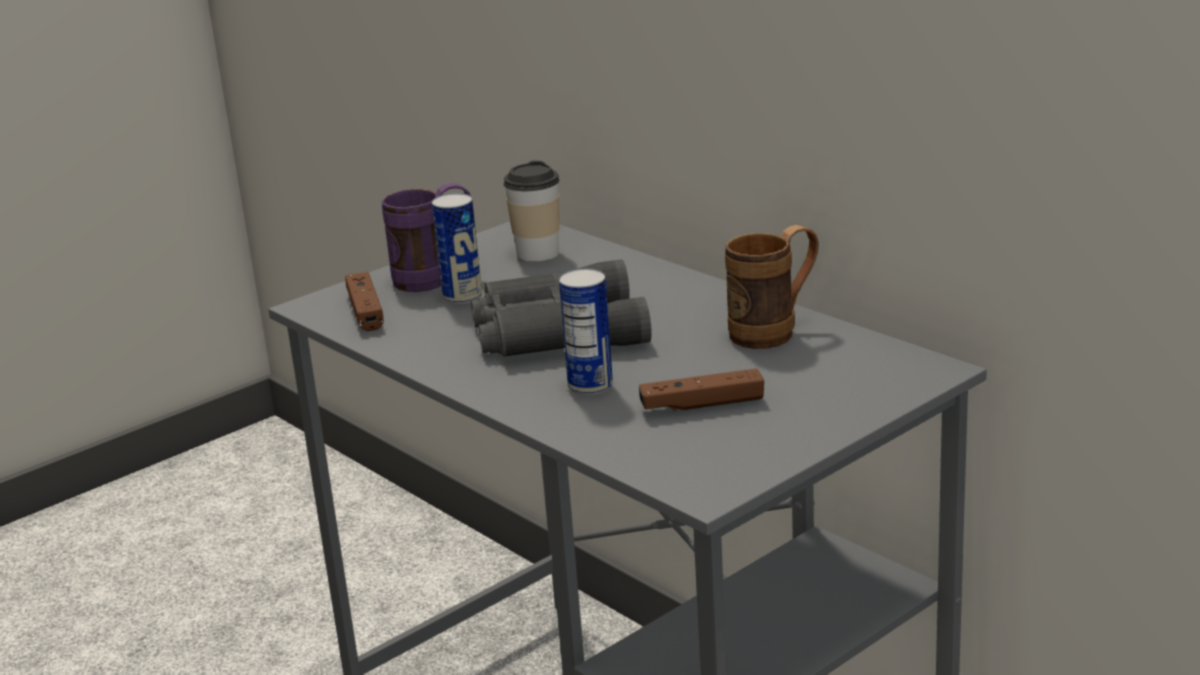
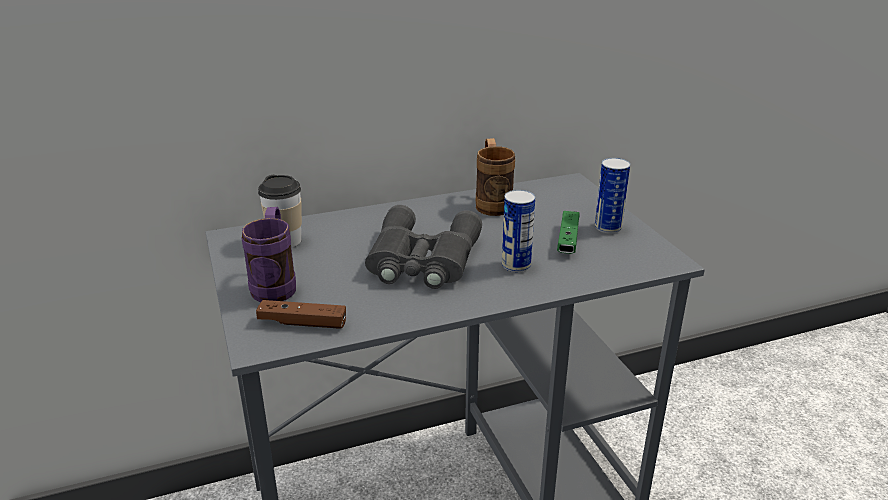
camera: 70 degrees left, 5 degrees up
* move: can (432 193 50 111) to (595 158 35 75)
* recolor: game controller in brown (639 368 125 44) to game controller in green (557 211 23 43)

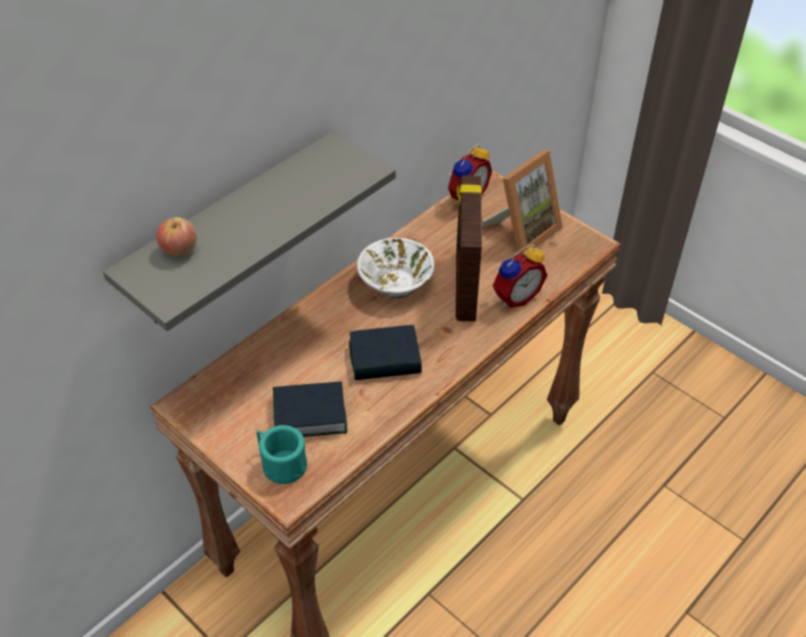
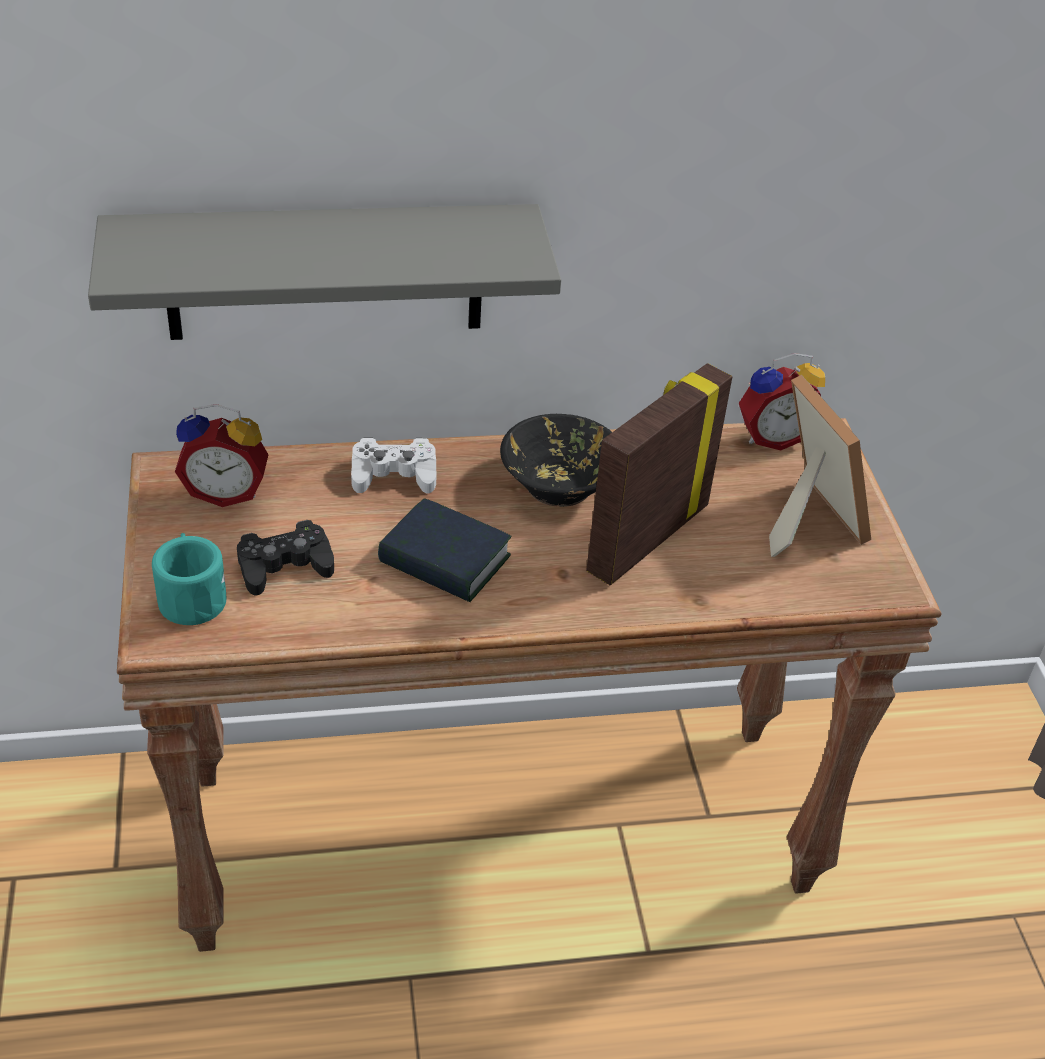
camera: 35 degrees right, 5 degrees down
* delete: apple (156 217 41 40)
* replace: book (273 381 74 56) to game controller in black (237 520 97 76)
* recolor: bowl in white (357 238 78 60) to bowl in black (500 414 112 93)
* rotate: picture frame (482 149 81 105) = (769 375 102 182) 105 degrees counterclockwise
* move: alarm clock (493 244 54 64) to (175 404 94 103)
* insert: game controller in white (351 437 85 57)

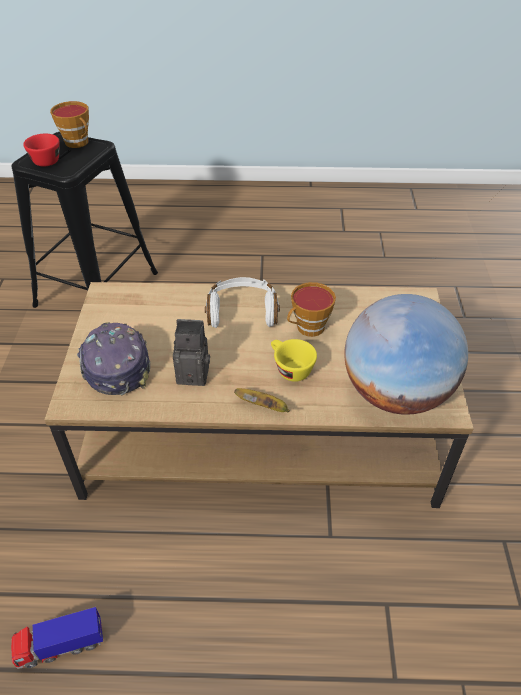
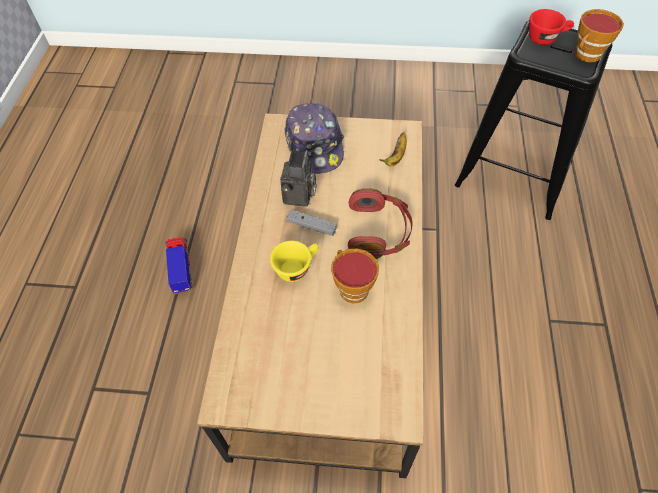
camera: 95 degrees right, 10 degrees up
* move: toy truck (11 607 92 62) to (165 237 27 57)
* rotate: cap (77 322 73 74) = (284 103 60 71) 90 degrees clockwise
* recolor: headphones in white (205 277 75 51) to headphones in red (348 188 65 71)
* move: banana (234 388 56 24) to (380 132 27 34)
* delete: globe (344 294 124 121)
* insert: game controller in grey (287 210 50 26)

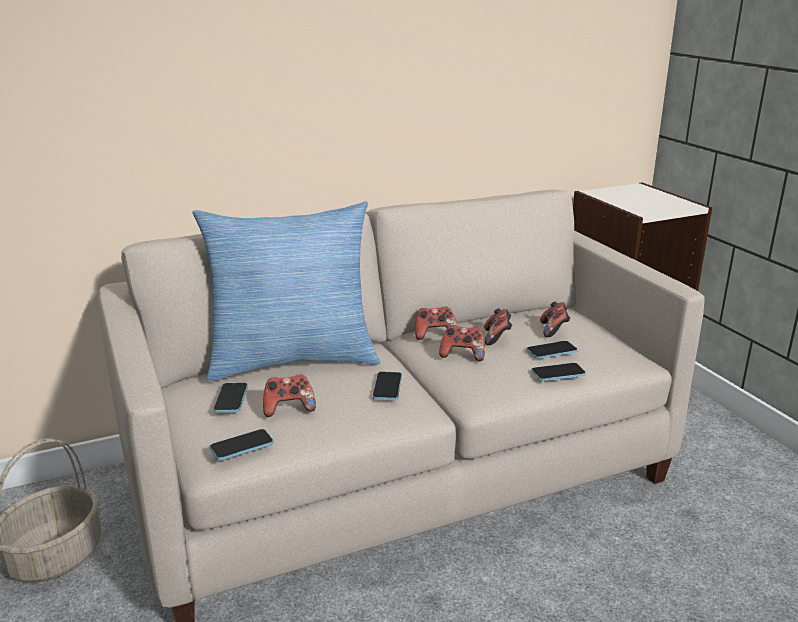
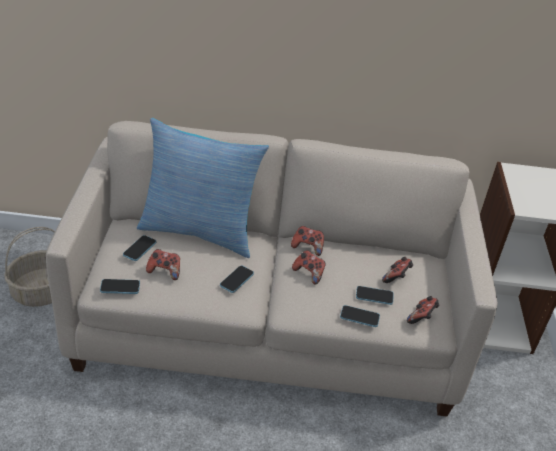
camera: 25 degrees right, 15 degrees up
* move: game controller (484 308 28 37) to (407 296 33 28)

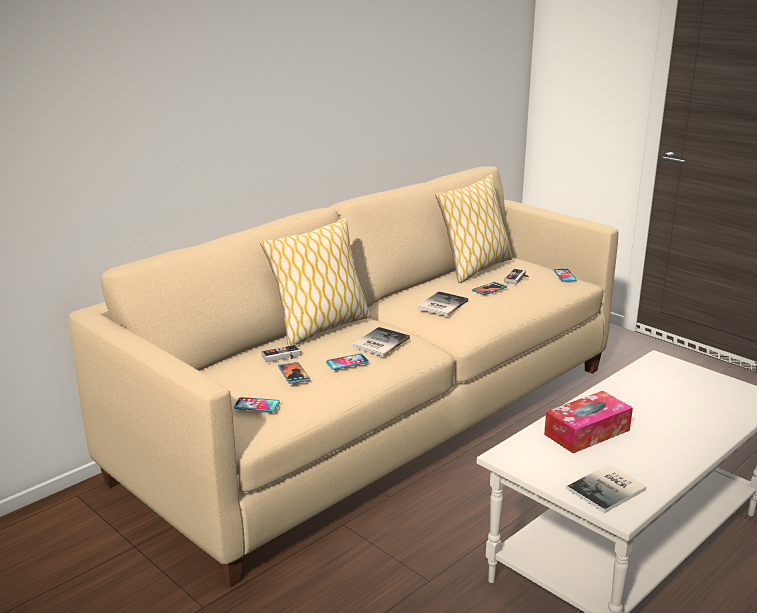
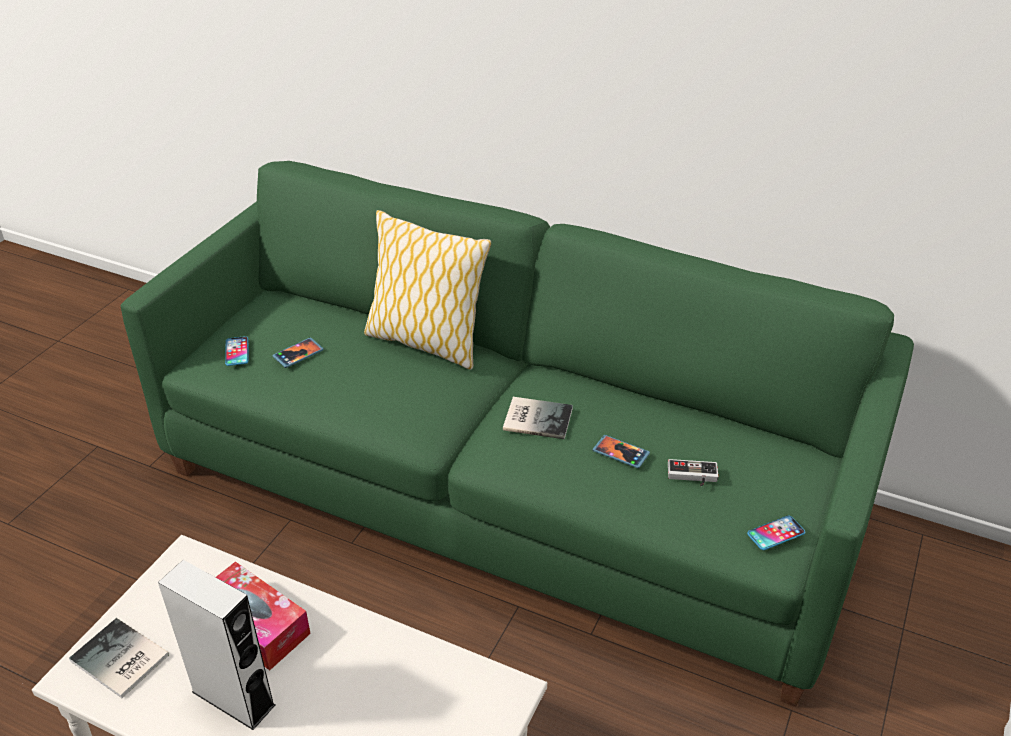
camera: 70 degrees right, 15 degrees up
* recolor: sofa in beige (69 166 549 421) to sofa in green (121 161 793 546)
* delete: game controller (261 344 40 18)
* delete: phone (326 354 43 16)
* delete: book (352 327 58 29)
* delete: pillow (435 174 77 109)
* insert: speaker in grey (158 560 117 170)

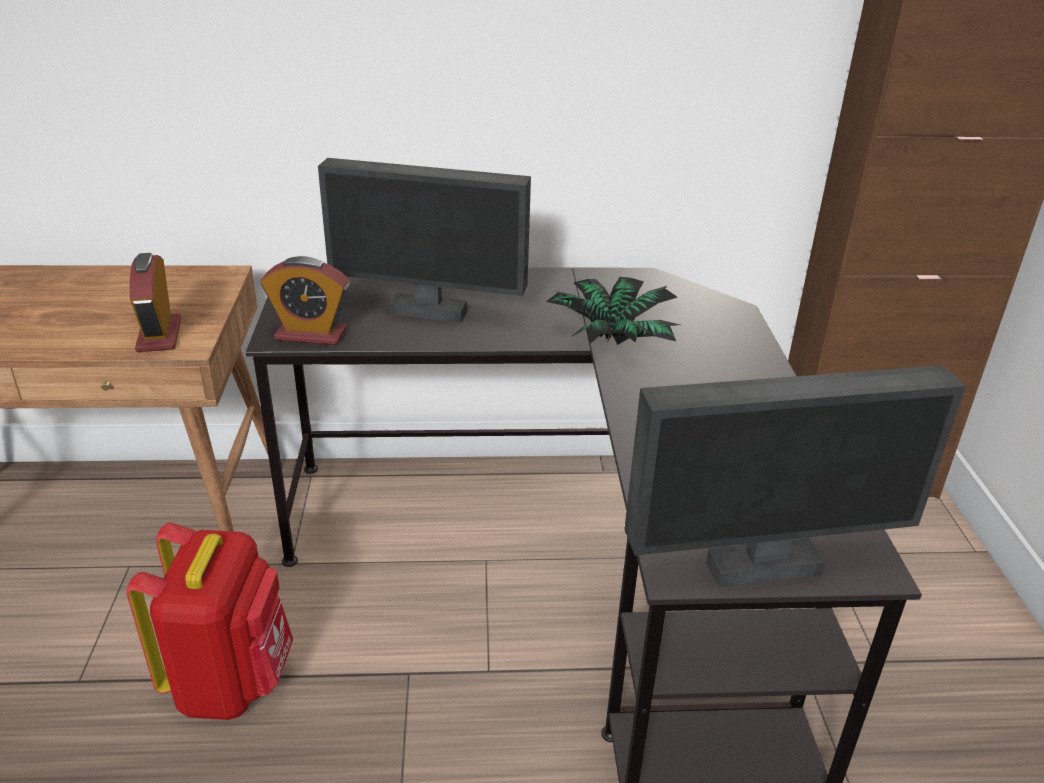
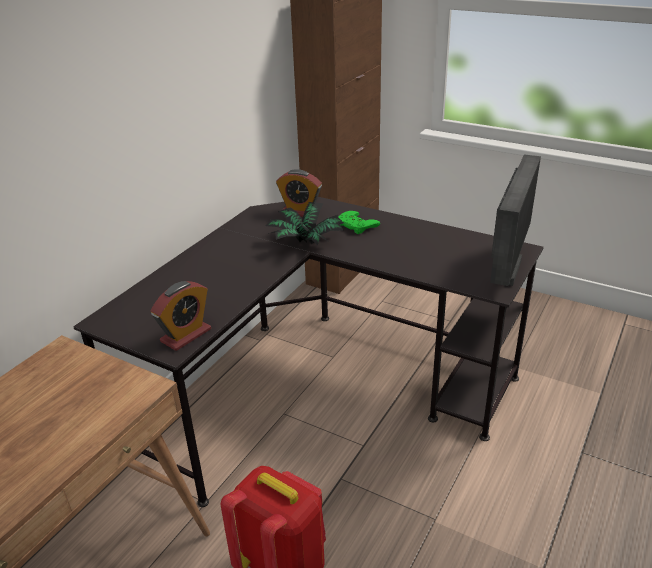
camera: 55 degrees left, 0 degrees up
* move: alarm clock (130 253 51 99) to (276 169 46 48)
* delete: monitor (318 158 213 165)
* insert: game controller in green (338 211 42 23)

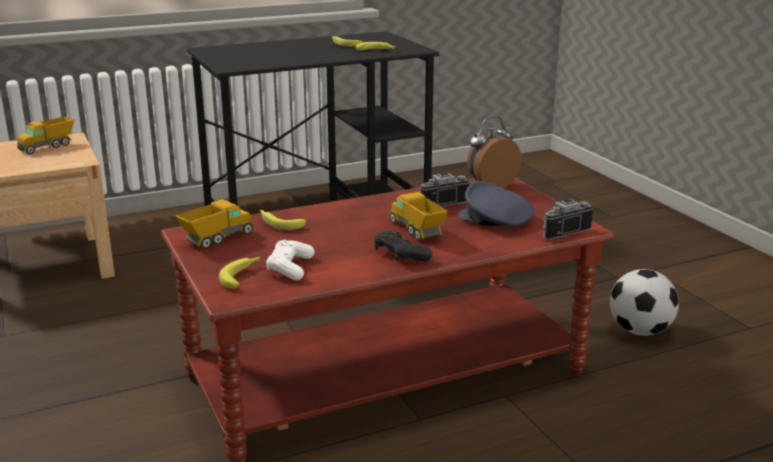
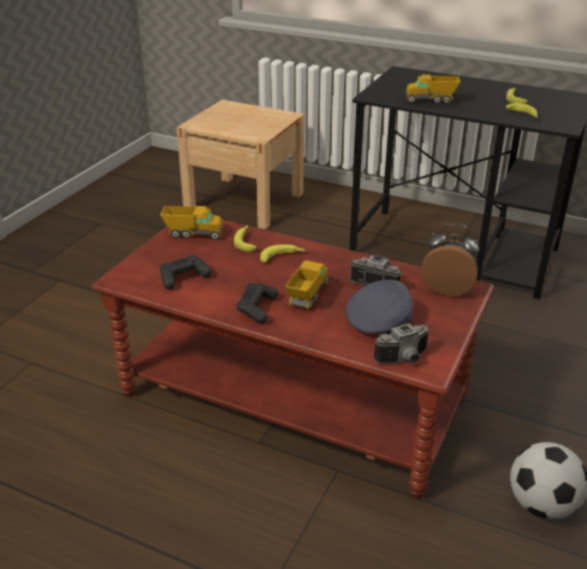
camera: 50 degrees right, 10 degrees up
* move: toy truck (17 116 57 38) to (405 74 56 30)
* move: banana (219 257 41 32) to (260 244 46 19)
* recolor: game controller in white (266 240 48 40) to game controller in black (160 255 52 35)
* rotate: cap in grey (459 181 75 45) = (346 280 67 54) 45 degrees clockwise
* rotate: photo camera (543 199 50 42) = (374 323 55 41) 135 degrees clockwise

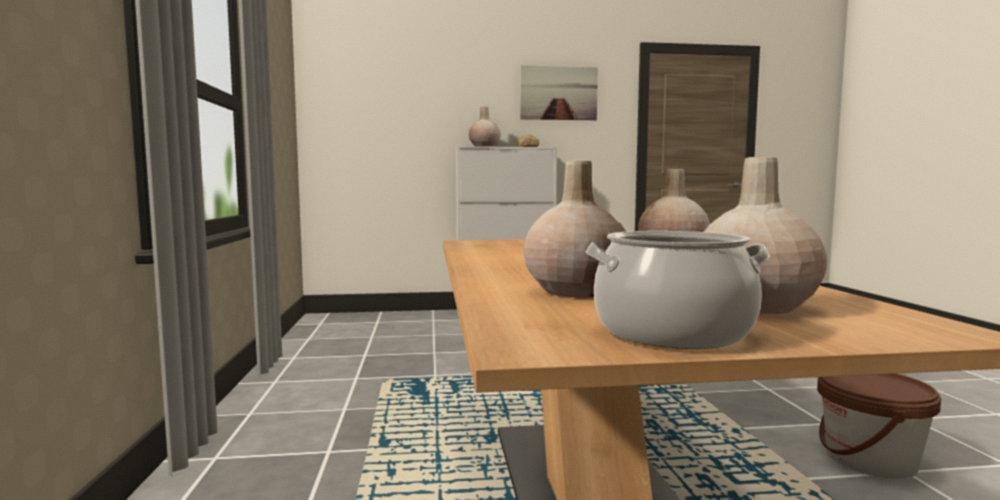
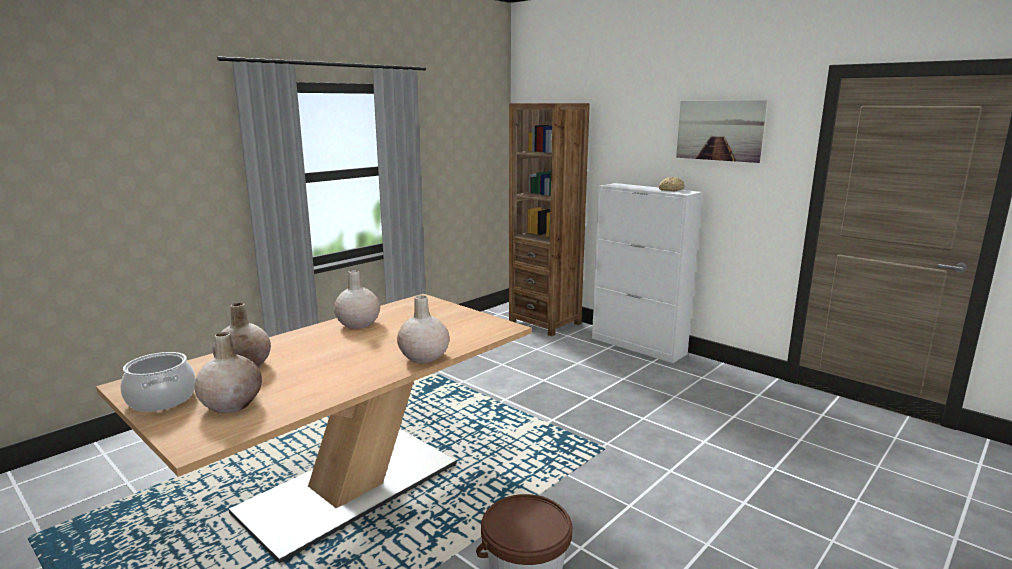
camera: 50 degrees right, 10 degrees up
* move: vase in beige (469 107 32 40) to (334 270 46 59)
* insert: bookcase in brown (509 103 81 233)

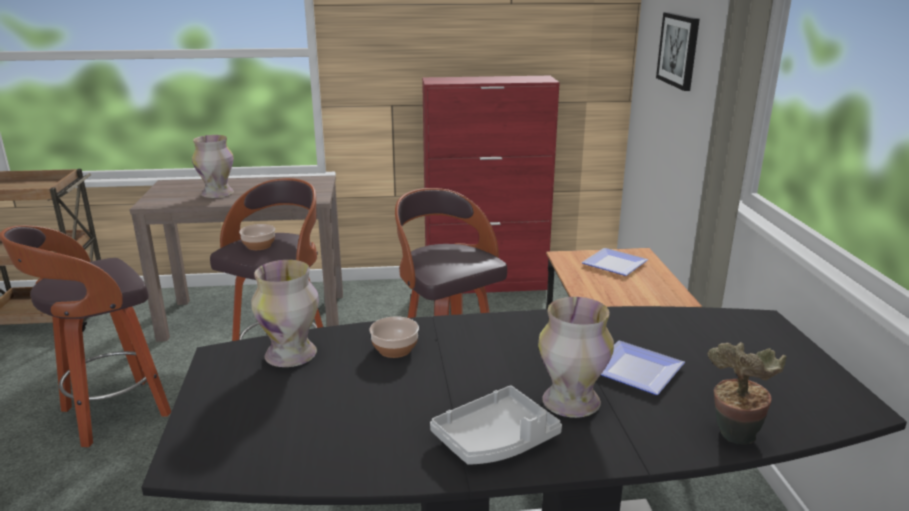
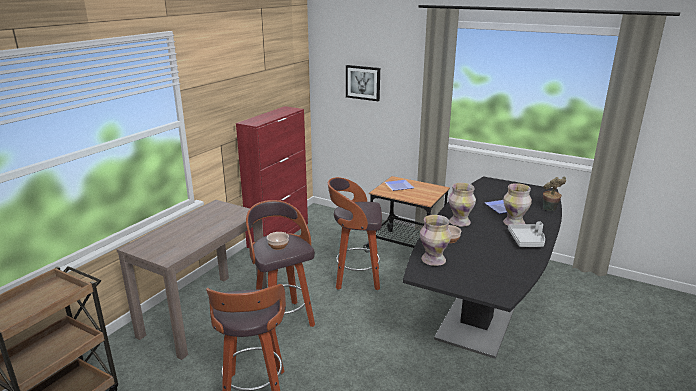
camera: 55 degrees left, 0 degrees up
* move: vase (192 135 42 63) to (448 183 28 44)

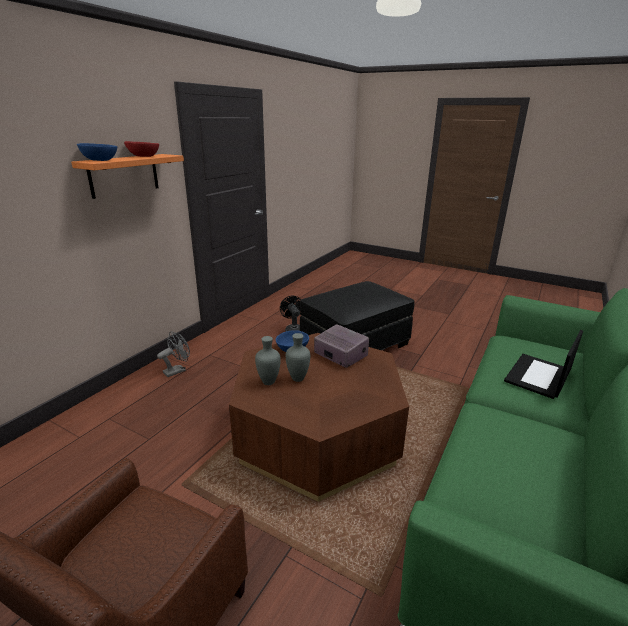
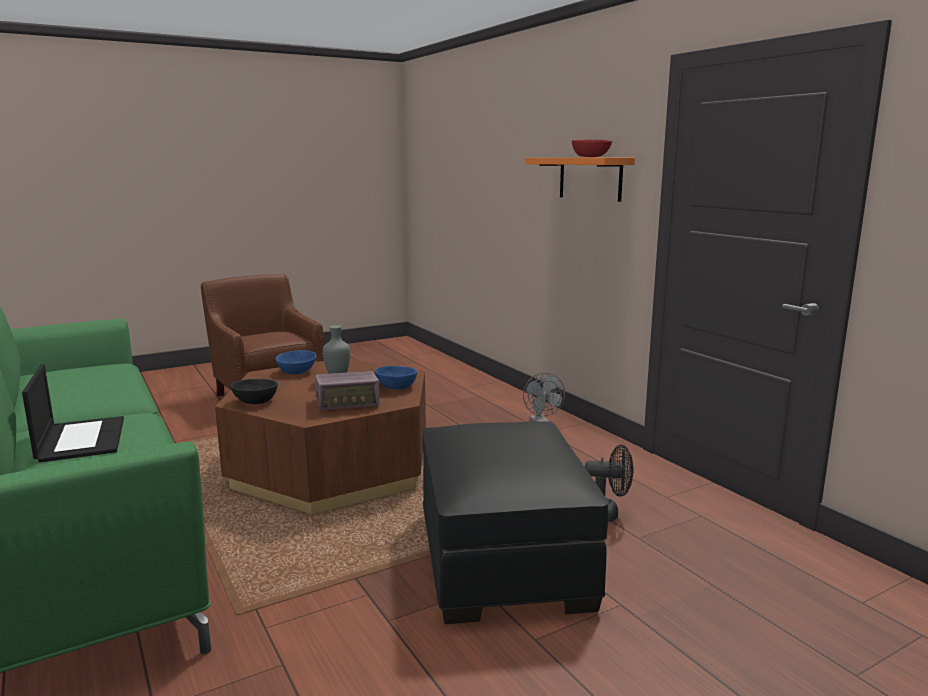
camera: 120 degrees right, 10 degrees down
* move: bowl in blue (77 143 40 18) to (276 350 40 24)
* delete: vase in grey (255 336 26 49)
* insert: bowl in black (231 379 47 25)

